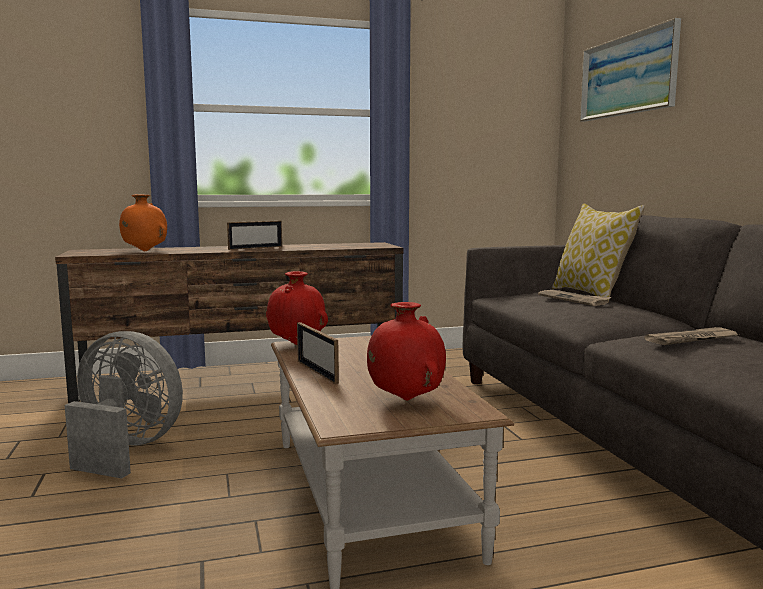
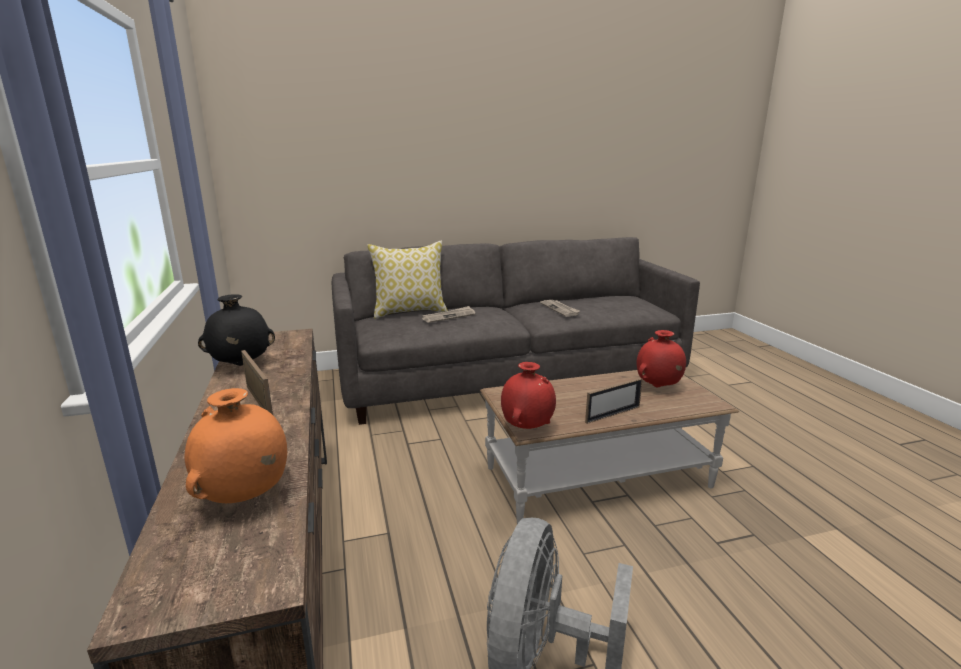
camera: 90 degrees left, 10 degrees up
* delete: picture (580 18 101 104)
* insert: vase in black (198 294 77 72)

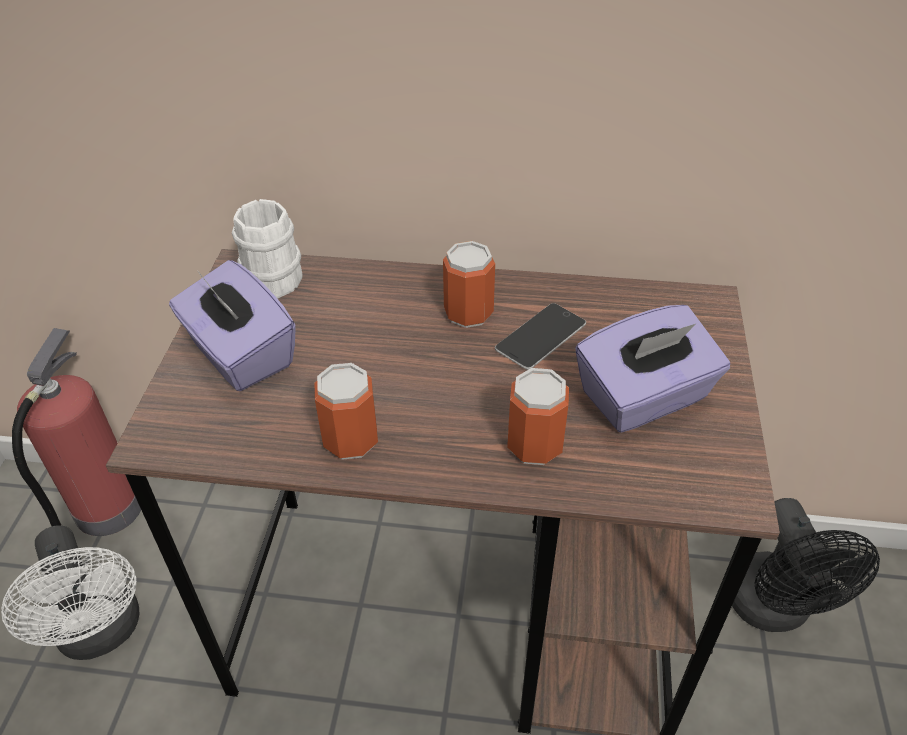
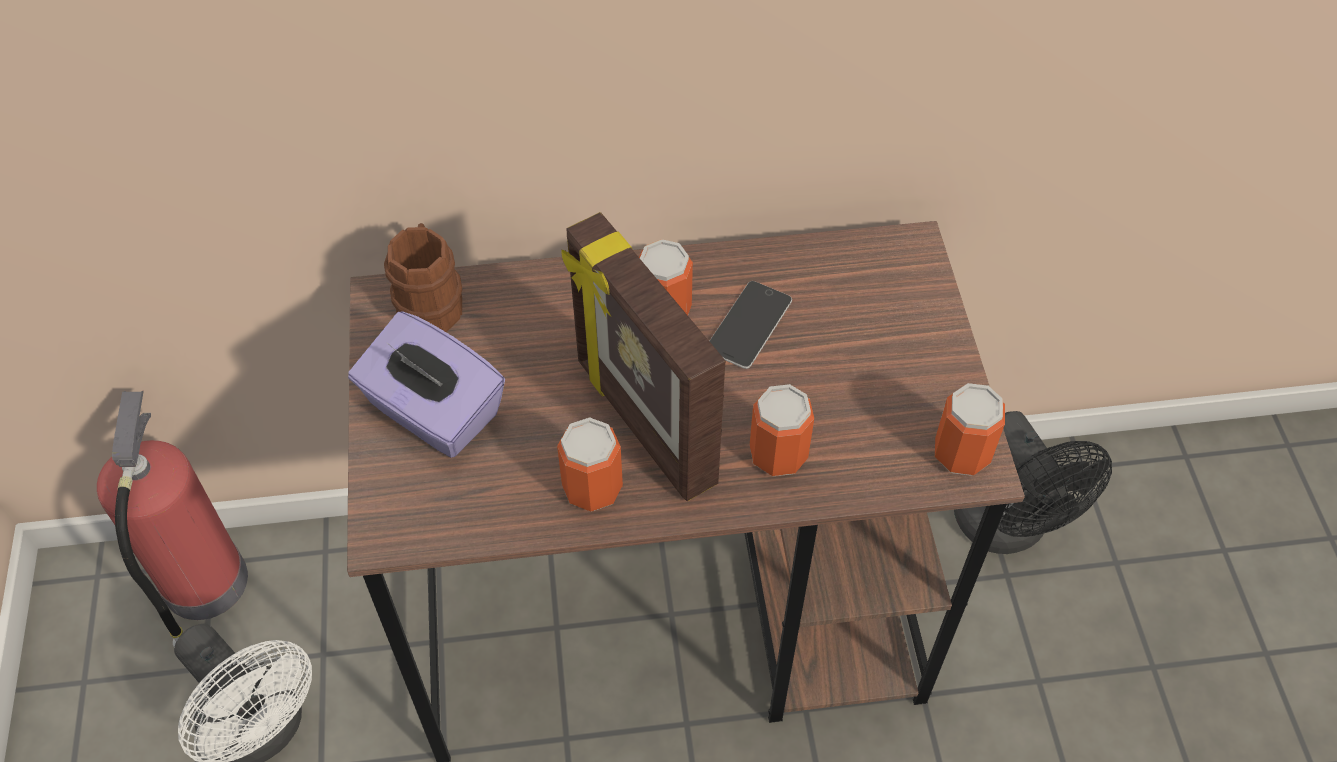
camera: 15 degrees left, 10 degrees up
* recolor: mug in white (232 199 70 99) to mug in brown (384 223 78 109)
* delete: tissue box in purple (576 305 154 128)
* insert: picture frame (561 212 164 289)
* insert: can (935 383 70 92)

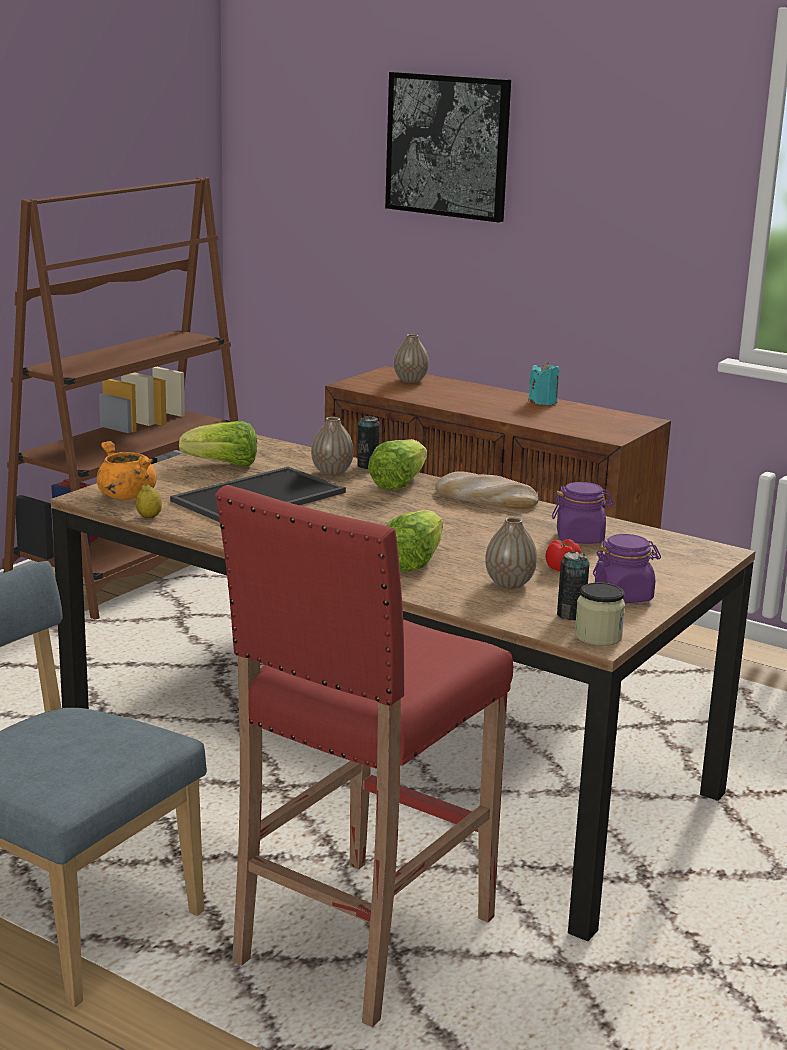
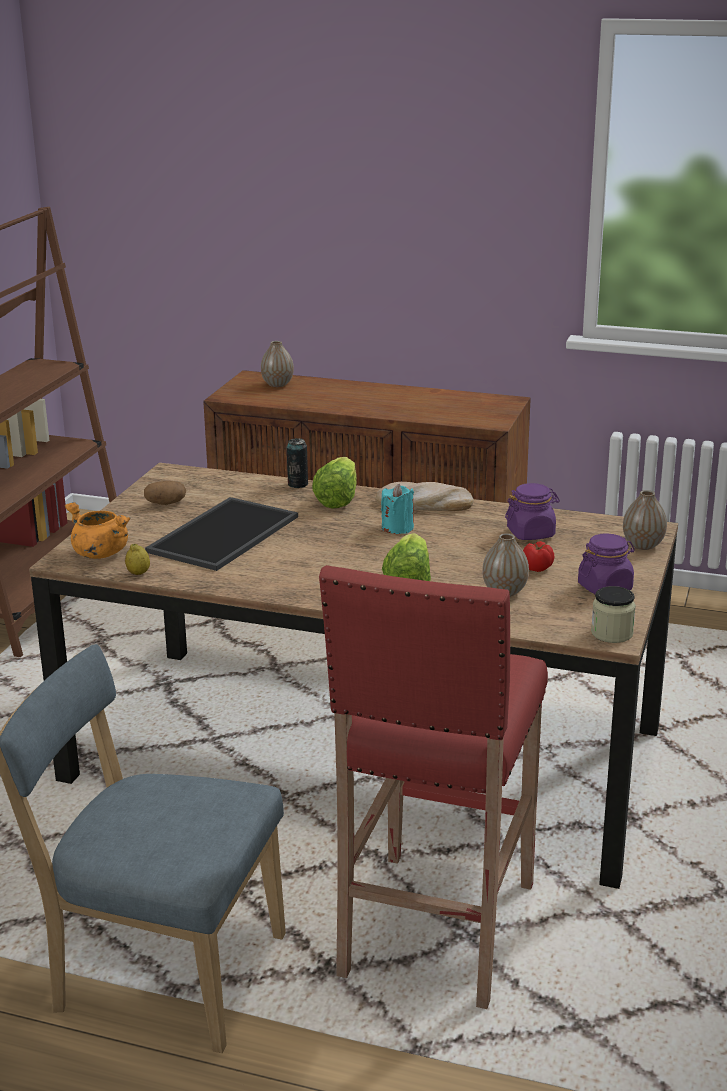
camera: 15 degrees left, 5 degrees up
* replace: lettuce (179 421 78 45) to potato (144 481 42 24)
* move: vase (311 417 43 59) to (623 490 44 60)
* delete: picture (385 72 126 150)
* move: candle in turquoise (528 361 31 44) to (381 484 33 50)
* delete: can (557 551 32 70)

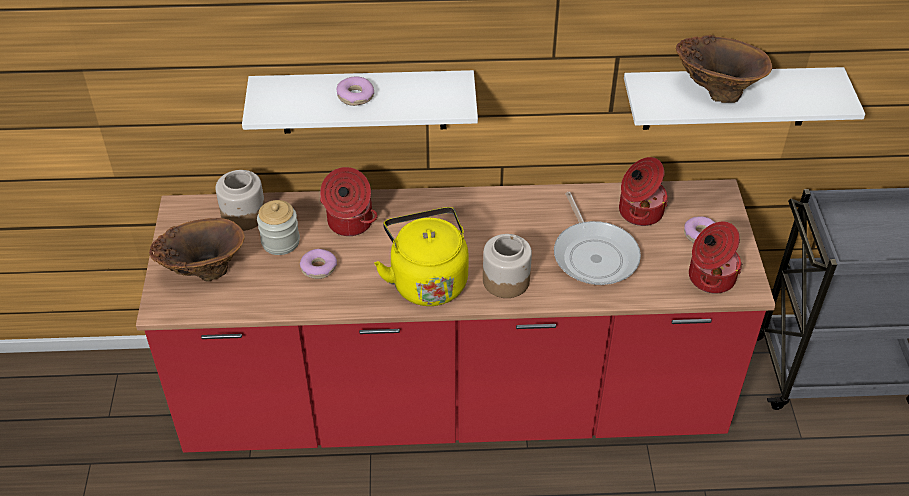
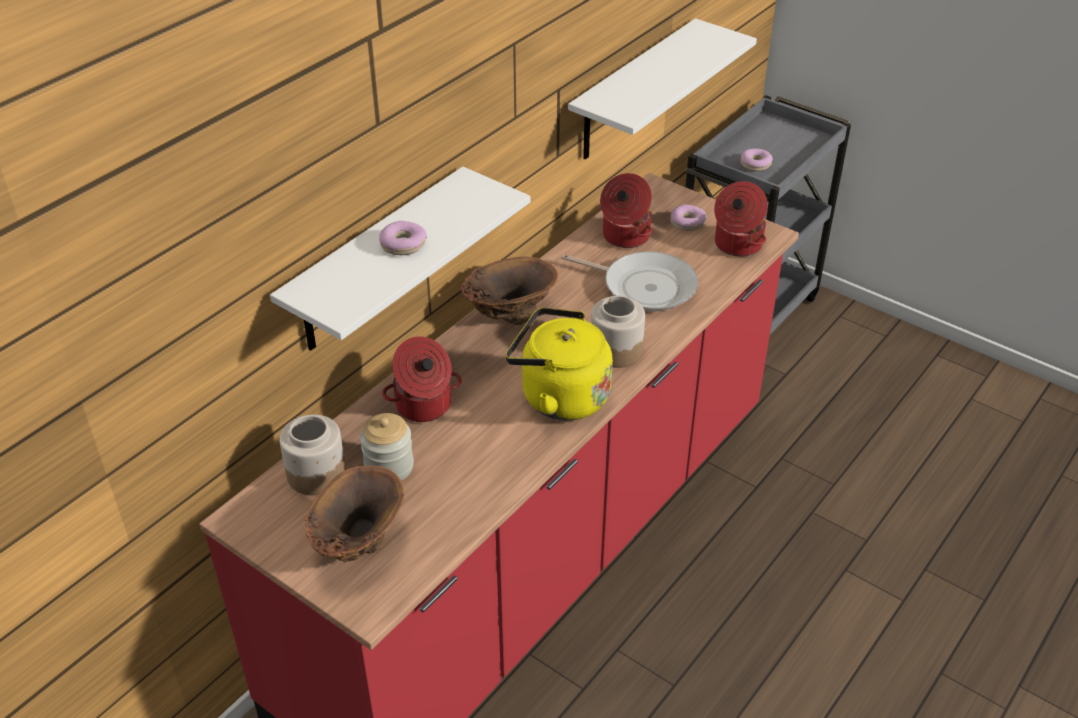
camera: 50 degrees left, 5 degrees down
* move: donut (300 249 37 30) to (740 148 33 23)
* move: vase in brown (676 35 96 68) to (461 256 97 69)

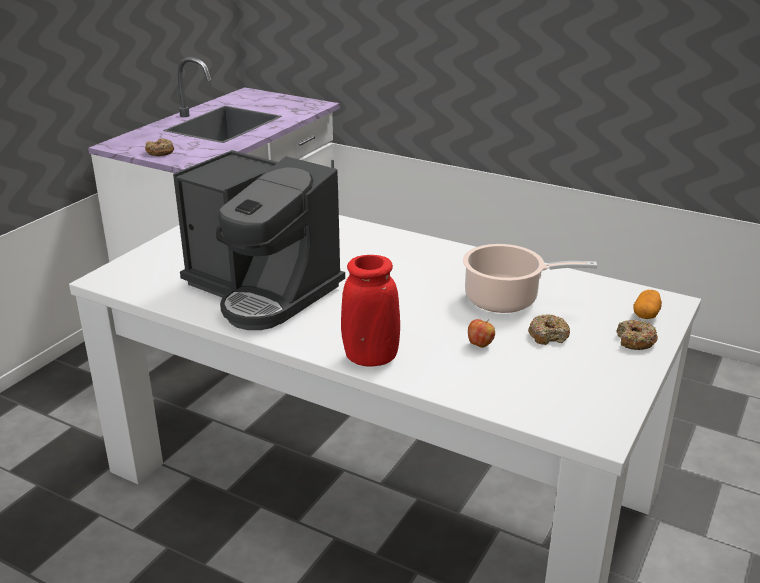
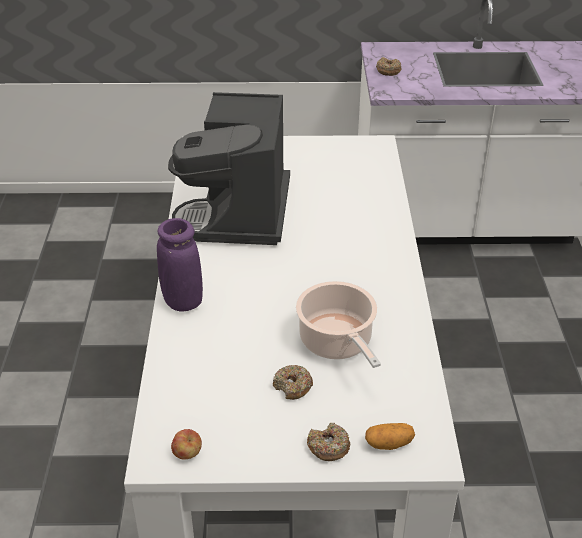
camera: 60 degrees right, 10 degrees up
* recolor: vase in red (341 255 59 112) to vase in purple (157 218 46 94)
* move: apple (468 319 27 29) to (171 429 31 30)

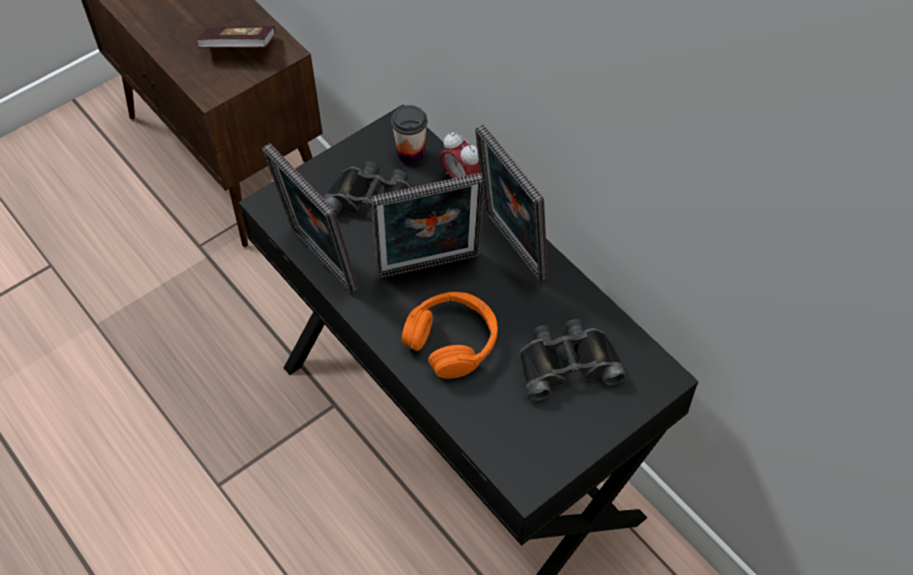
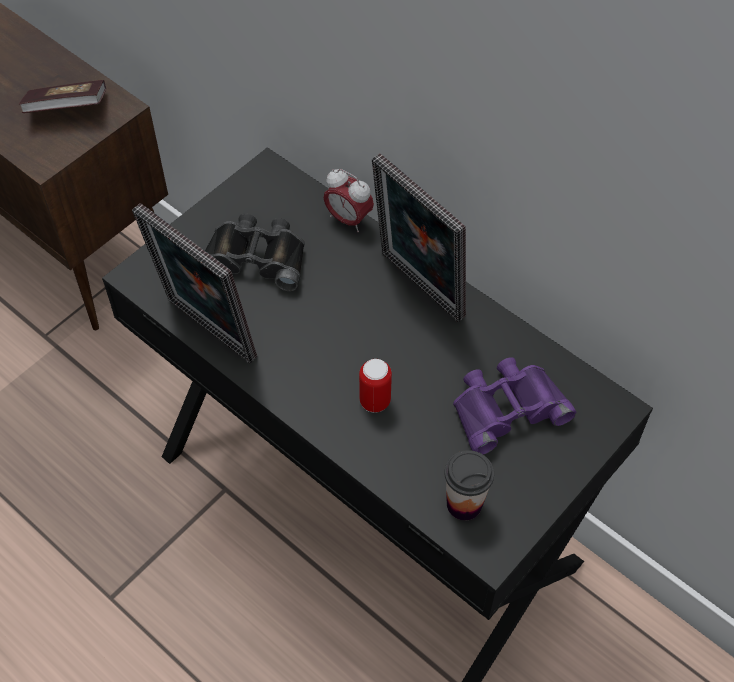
camera: 10 degrees left, 0 degrees up
* delete: picture frame (371 173 113 106)
* move: cup (391 105 37 60) to (444 450 50 70)
* replace: headphones in orange (401 292 97 87) to can (359 359 33 54)
* recolor: binoculars in black (520 319 106 82) to binoculars in purple (453 357 123 98)

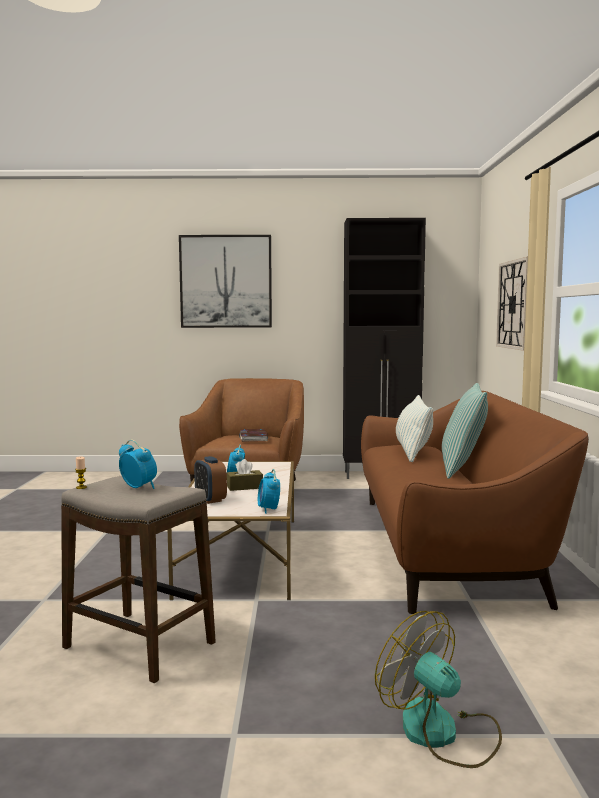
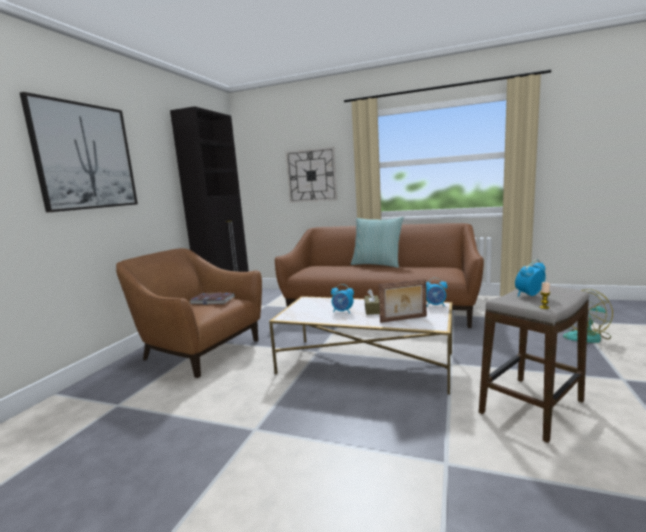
camera: 70 degrees left, 5 degrees up
* replace: alarm clock (194 456 33 48) to picture frame (379 279 48 44)
* delete: pillow (396 395 37 67)

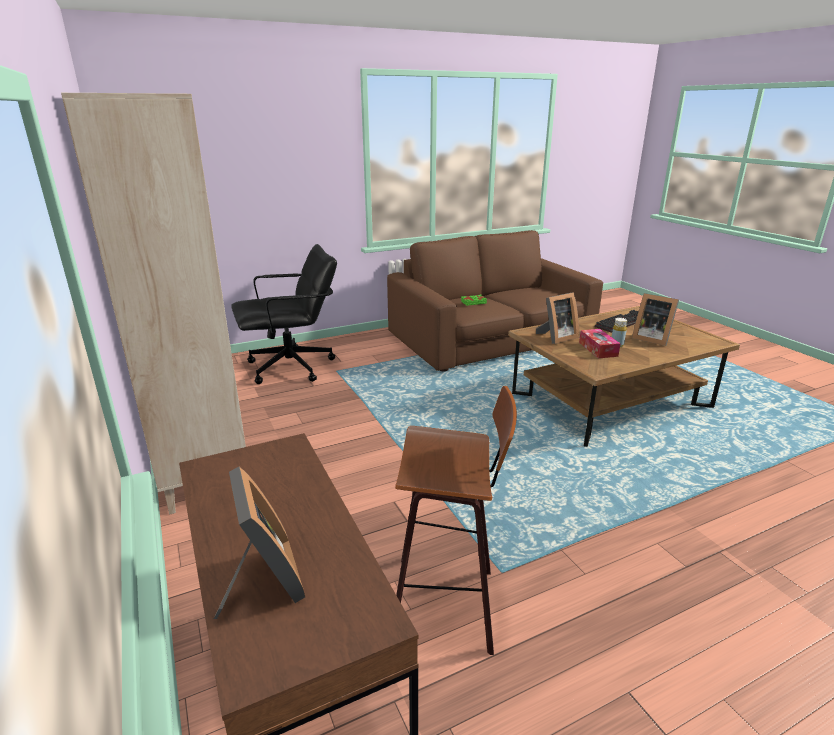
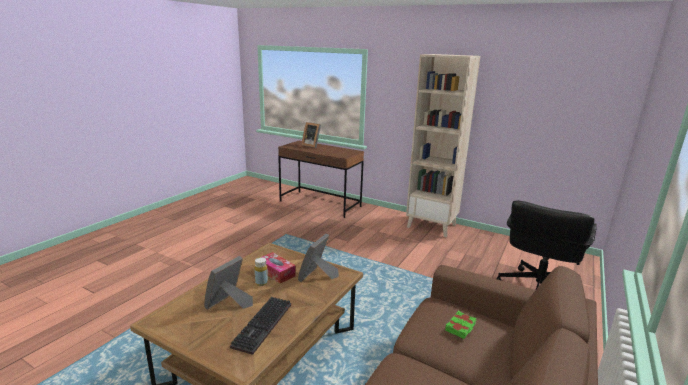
camera: 145 degrees right, 5 degrees down
* delete: stool (395 386 122 269)
* rotate: picture frame (632 293 47 53) = (204 256 49 54) 60 degrees counterclockwise

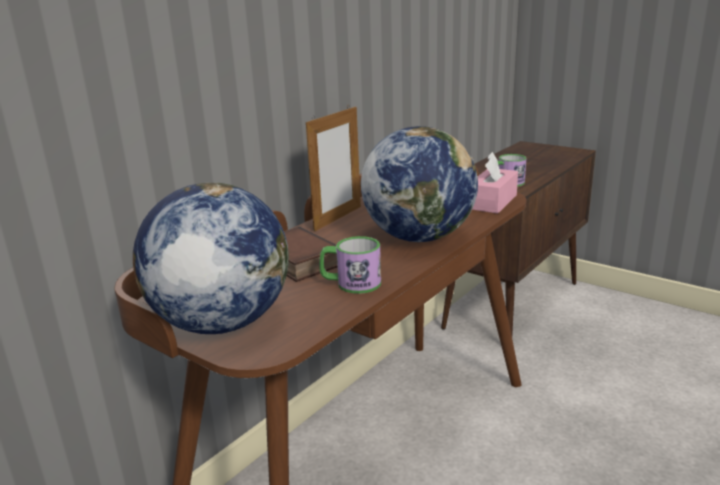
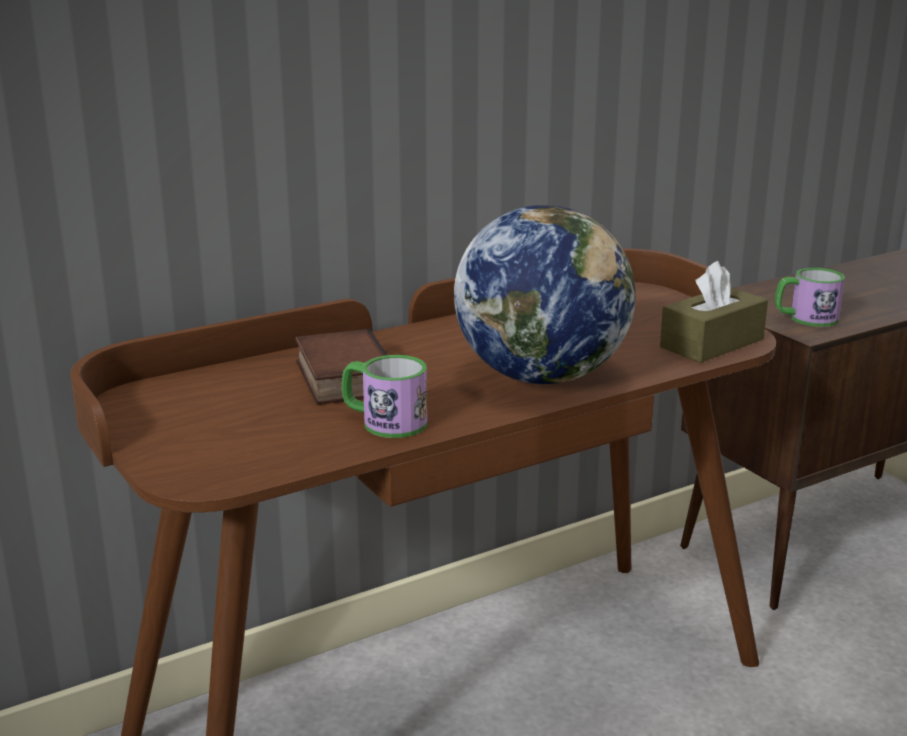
camera: 20 degrees right, 0 degrees up
* delete: globe (133 183 156 151)
* delete: picture frame (306 105 55 126)
* recolor: tissue box in pink (472 152 46 61) to tissue box in brown (660 261 108 102)

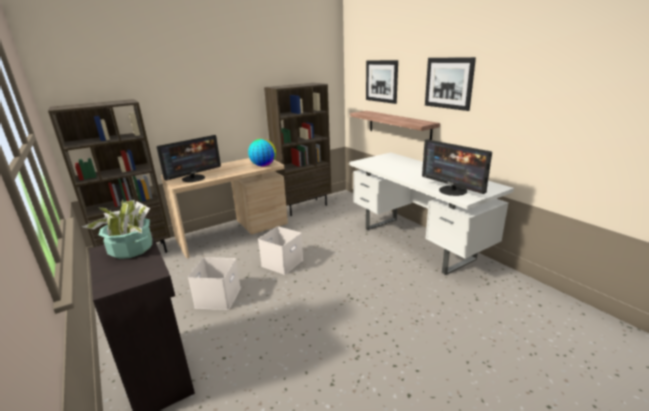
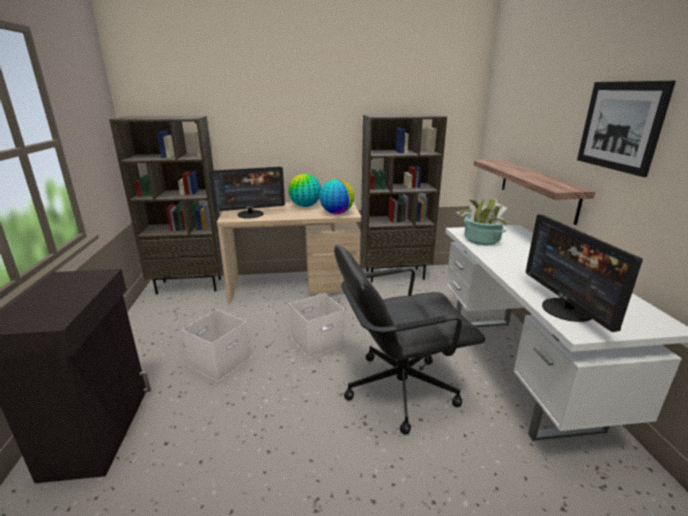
camera: 25 degrees right, 0 degrees up
* move: potted plant (82 200 70 59) to (456 197 53 48)
* delete: picture (366 60 32 44)
* insert: globe (288 173 33 34)
* insert: office chair in black (334 245 152 190)

